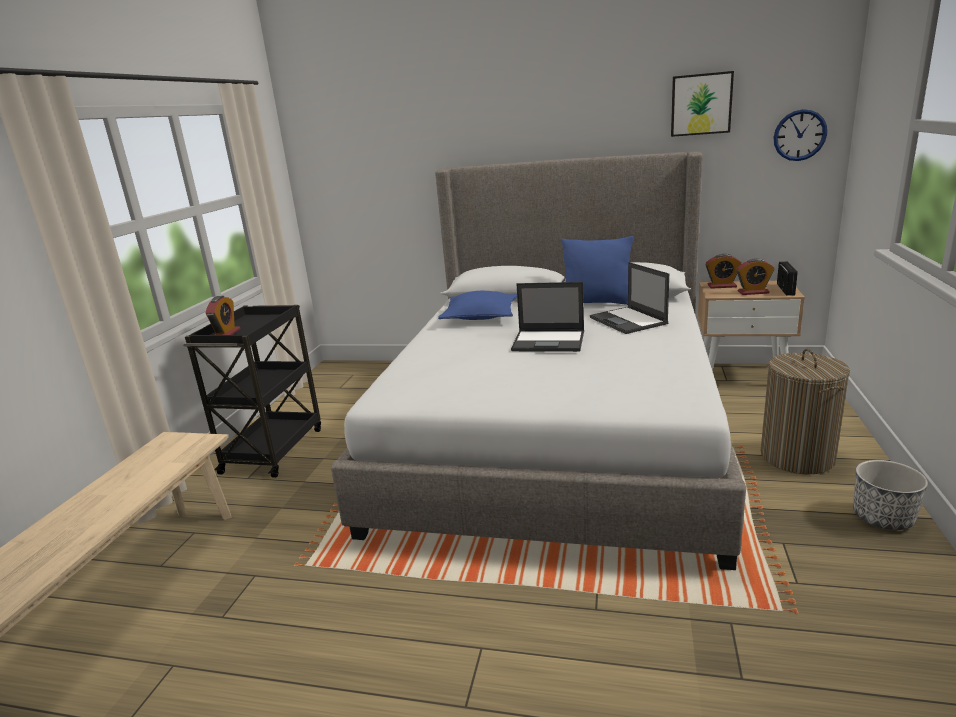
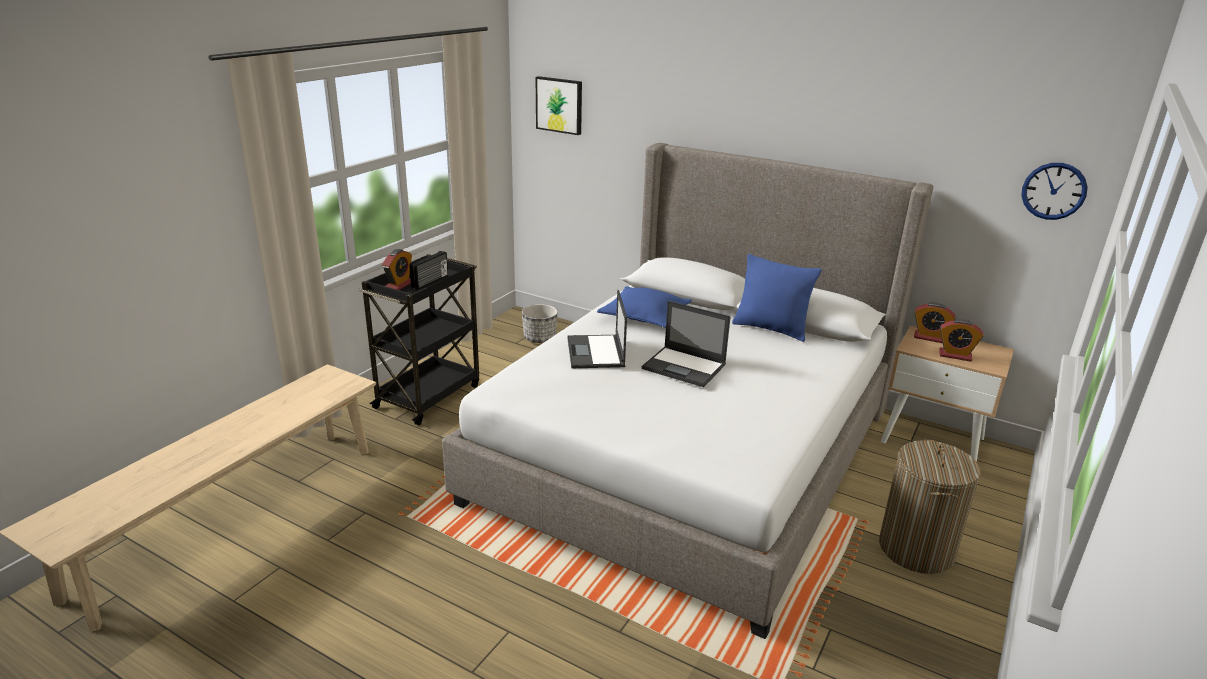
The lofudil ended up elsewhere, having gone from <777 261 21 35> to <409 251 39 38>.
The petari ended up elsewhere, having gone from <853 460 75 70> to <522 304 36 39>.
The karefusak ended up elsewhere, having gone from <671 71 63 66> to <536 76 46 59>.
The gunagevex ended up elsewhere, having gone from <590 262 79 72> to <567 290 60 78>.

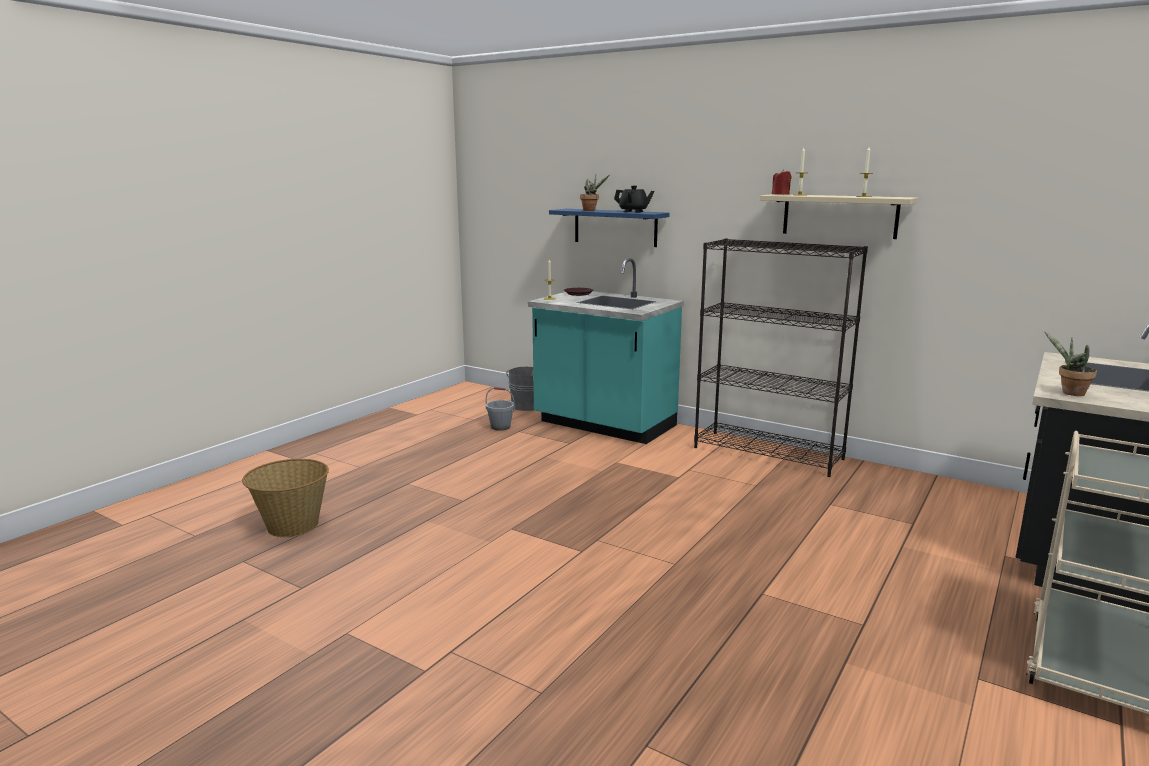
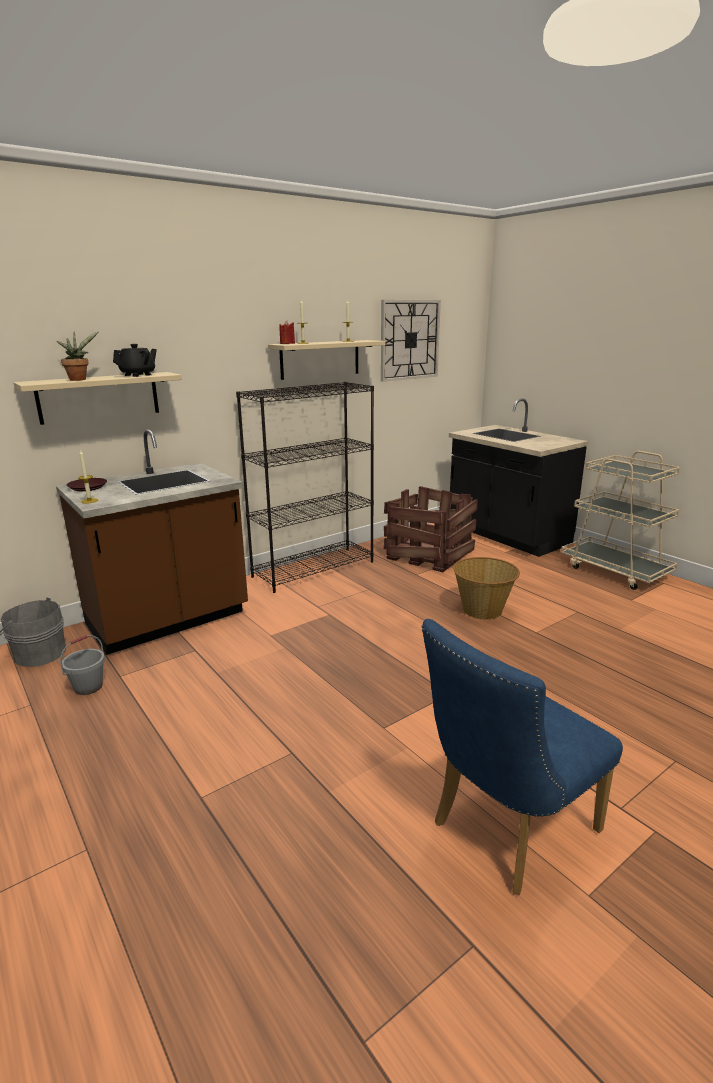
What was the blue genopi at <549 209 121 38> turned into the beige genopi at <13 372 169 53>.
What was the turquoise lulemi at <528 258 156 186> turned into the brown lulemi at <56 429 192 226>.
The second view gained the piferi at <381 300 60 82>.
The second view gained the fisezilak at <384 486 94 86>.
The second view gained the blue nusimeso at <422 619 201 276>.
The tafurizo ended up elsewhere, having gone from <242 459 87 78> to <453 557 67 63>.
The second view lost the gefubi at <1045 332 52 64>.

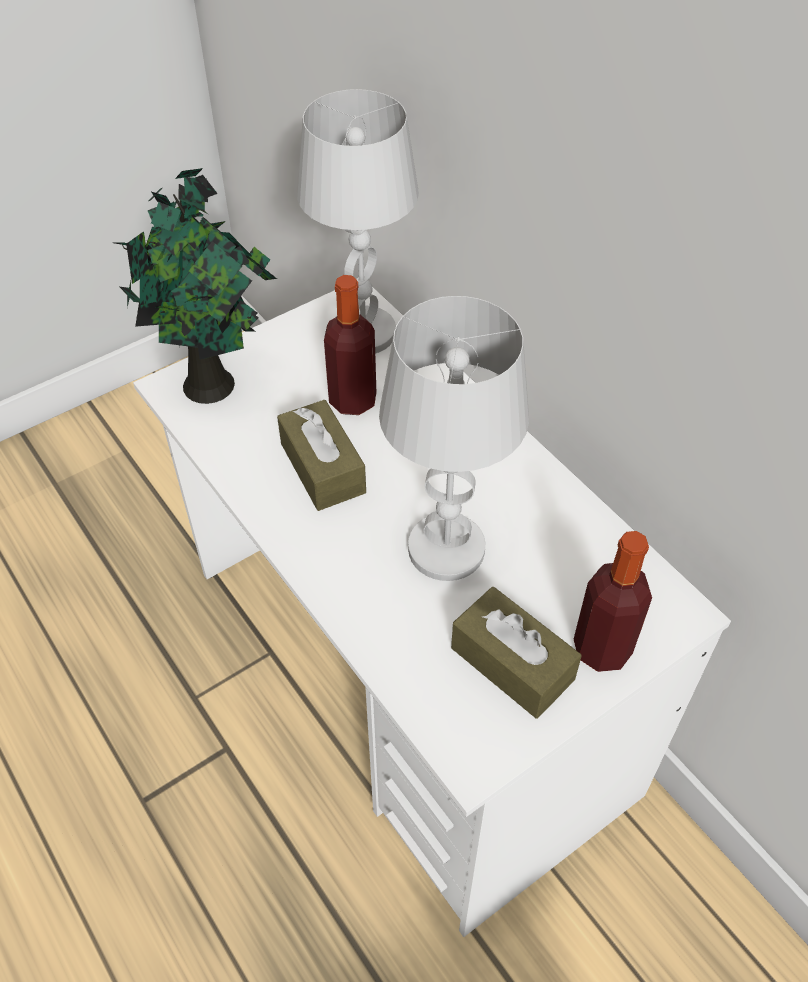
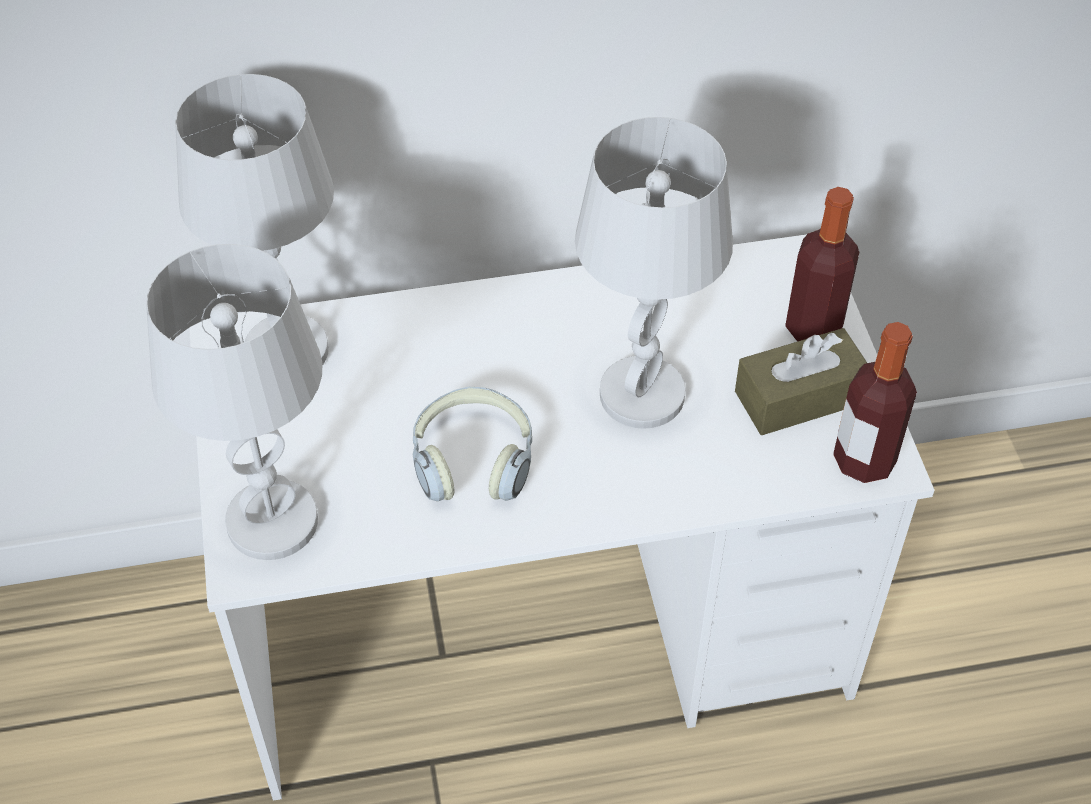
Where the gefubi stood at <115 168 162 236>, the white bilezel came to stand at <146 244 177 316>.
Where the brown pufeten stood at <277 400 89 111>, the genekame came to stand at <413 387 119 115>.
The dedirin ended up elsewhere, having gone from <324 275 52 140> to <833 322 84 161>.

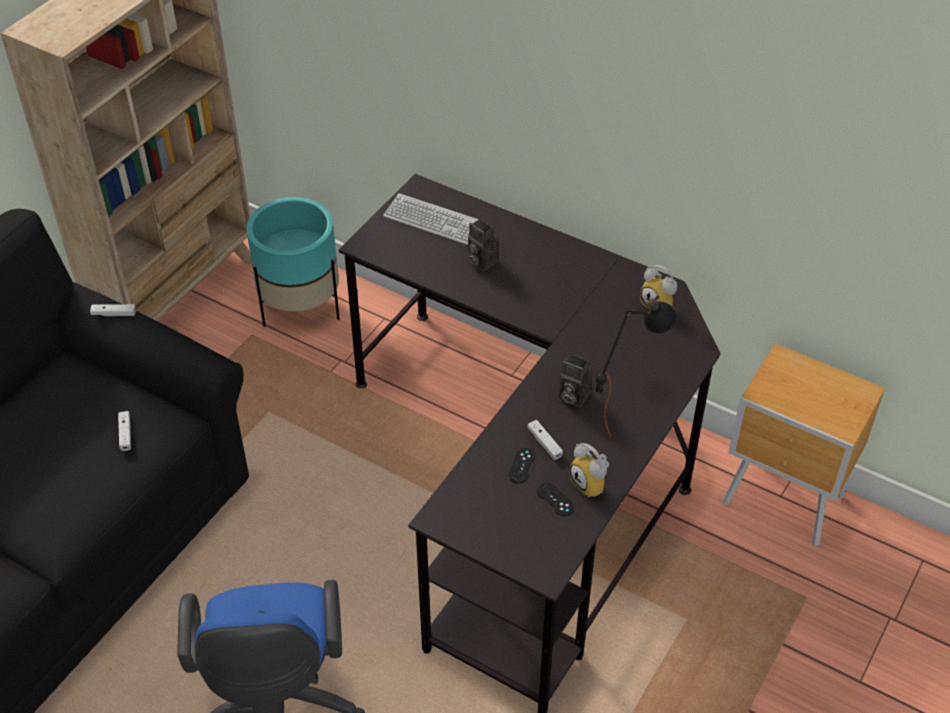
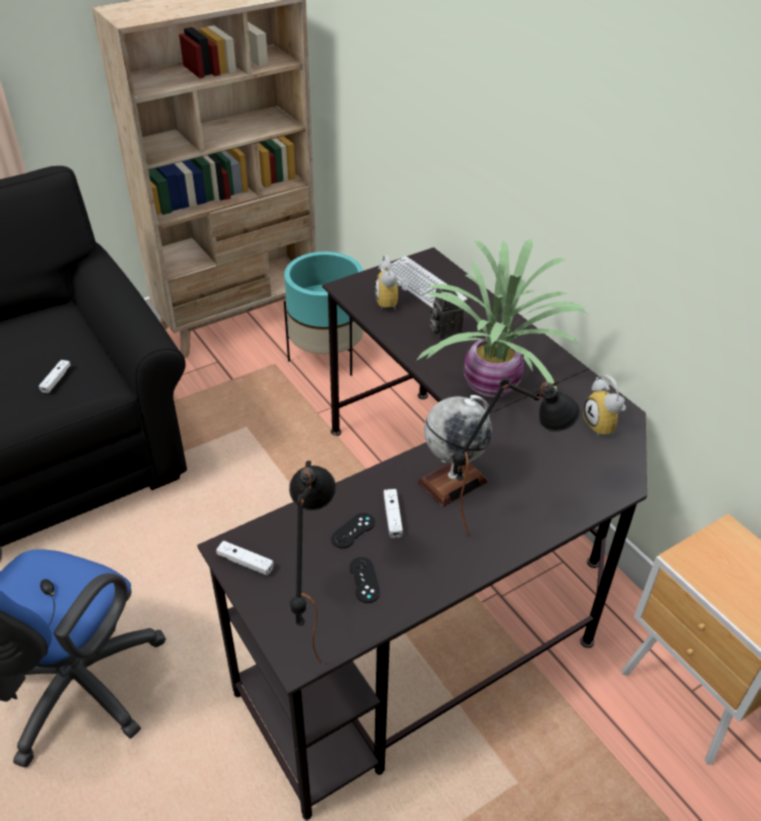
The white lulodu ended up elsewhere, having gone from <90 304 46 12> to <216 541 58 34>.
The second view gained the black bilezel at <289 461 47 202>.
The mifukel ended up elsewhere, having gone from <570 443 39 55> to <375 255 34 55>.
The second view gained the gefubi at <416 239 171 159>.
Where the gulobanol stood at <559 354 33 54>, the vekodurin came to stand at <417 395 75 112>.

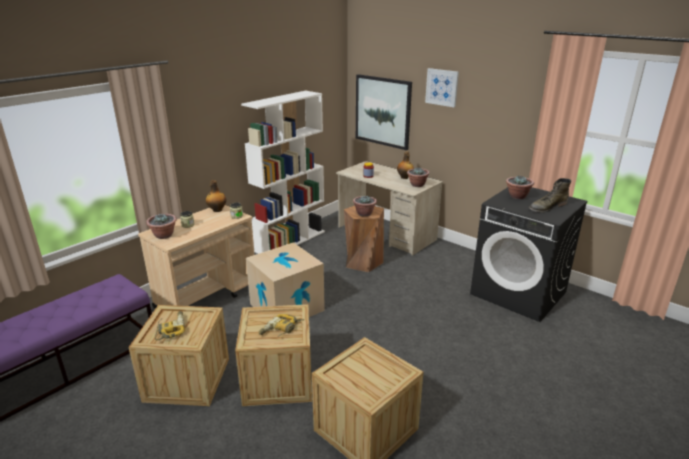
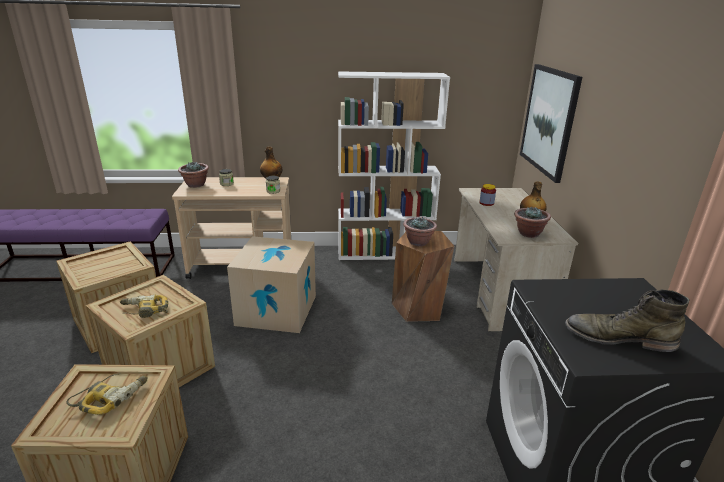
The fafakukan ended up elsewhere, having gone from <155 311 30 29> to <66 373 82 42>.
The second view lost the karefusak at <425 68 34 39>.
The second view lost the gefubi at <506 176 28 23>.

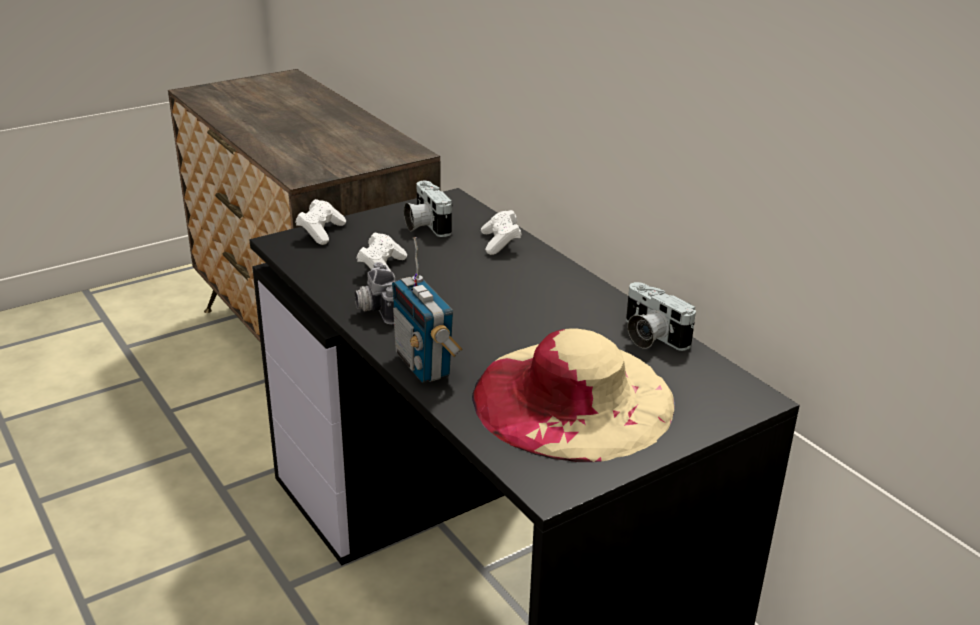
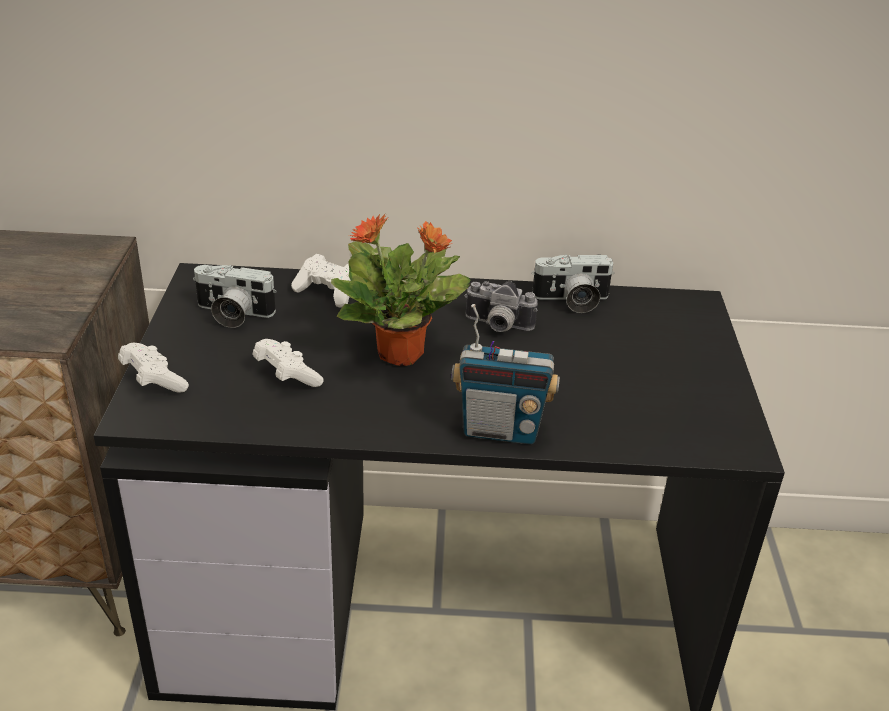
The second view gained the gefubi at <331 214 140 152>.
The gulobanol ended up elsewhere, having gone from <355 262 40 62> to <464 281 74 51>.
The second view lost the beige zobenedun at <472 328 203 134>.

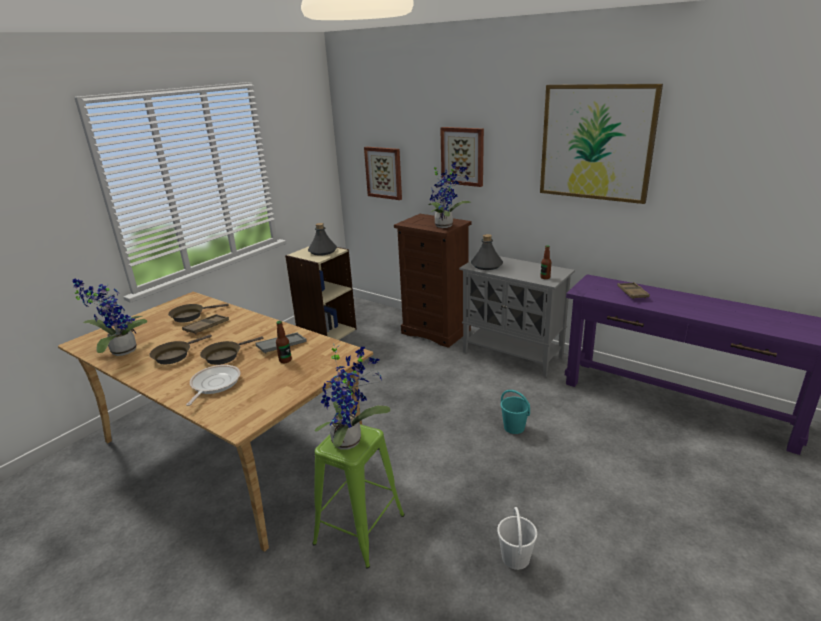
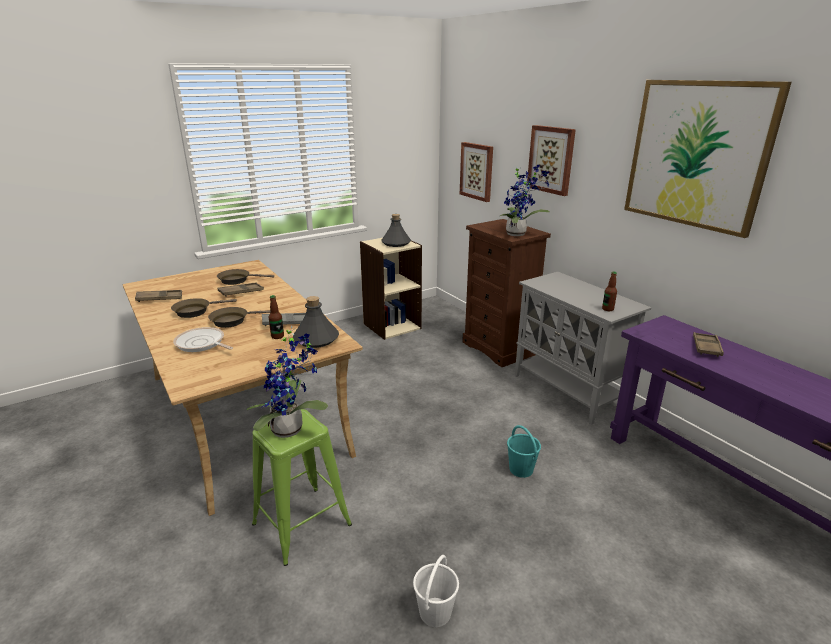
Where the gefubi stood at <72 278 75 78>, the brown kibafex came to stand at <135 290 47 12>.
The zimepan at <186 365 55 41> ended up facing another way, 90 degrees counterclockwise from before.
The grey dedirin ended up elsewhere, having gone from <471 234 32 36> to <293 296 46 52>.

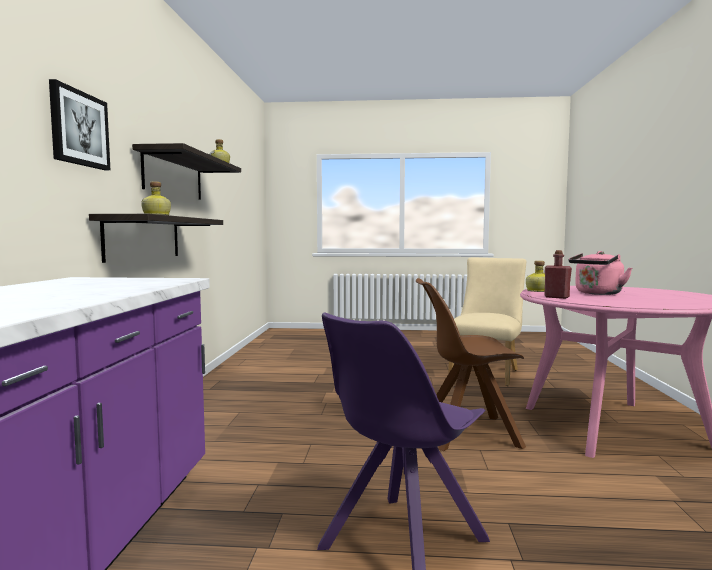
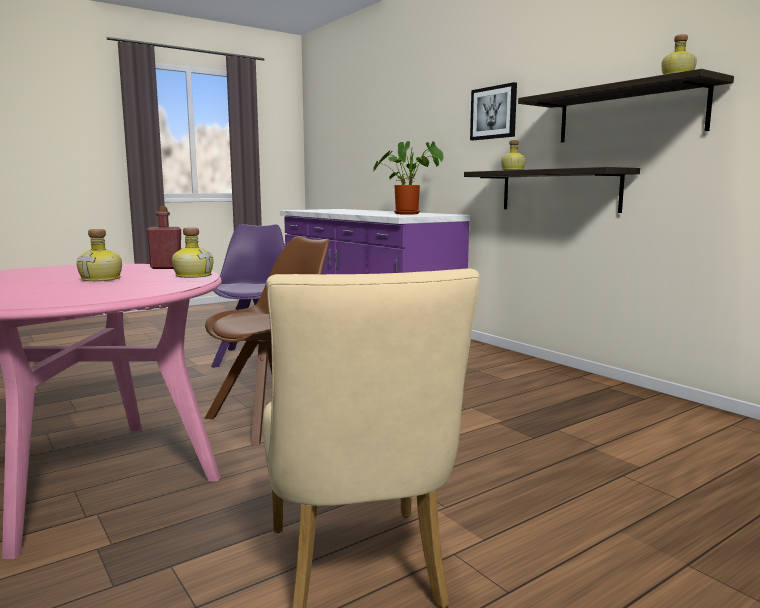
Where the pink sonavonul stood at <569 251 63 44>, the dedirin came to stand at <77 229 45 52>.
The second view gained the gefubi at <373 141 71 73>.

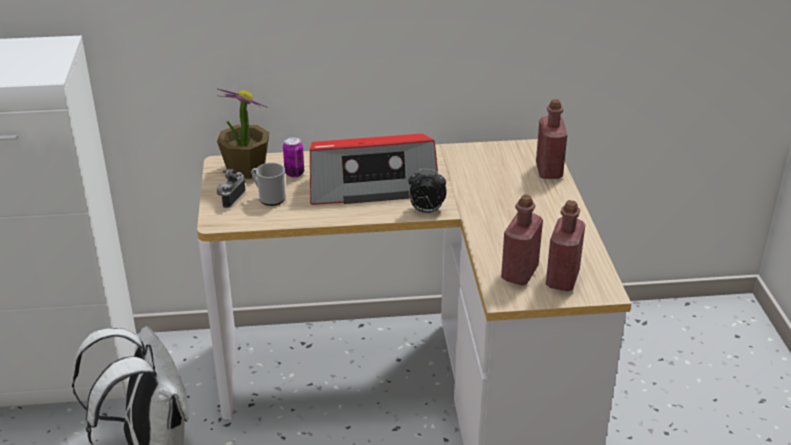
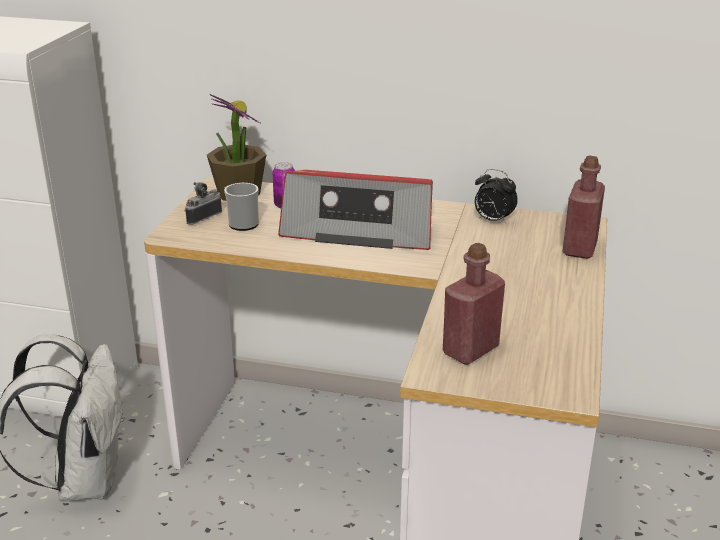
The mifukel ended up elsewhere, having gone from <408 169 39 44> to <475 169 43 55>.
The second view lost the red dedirin at <546 200 39 91>.

